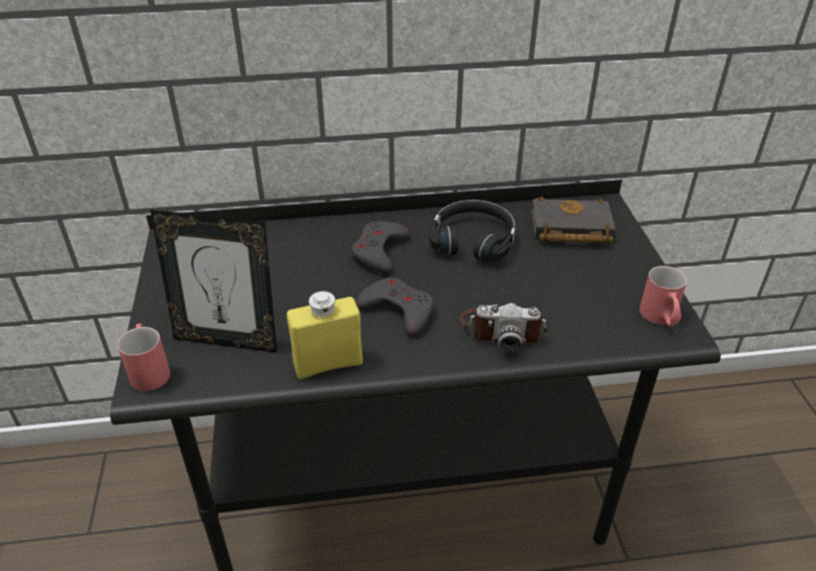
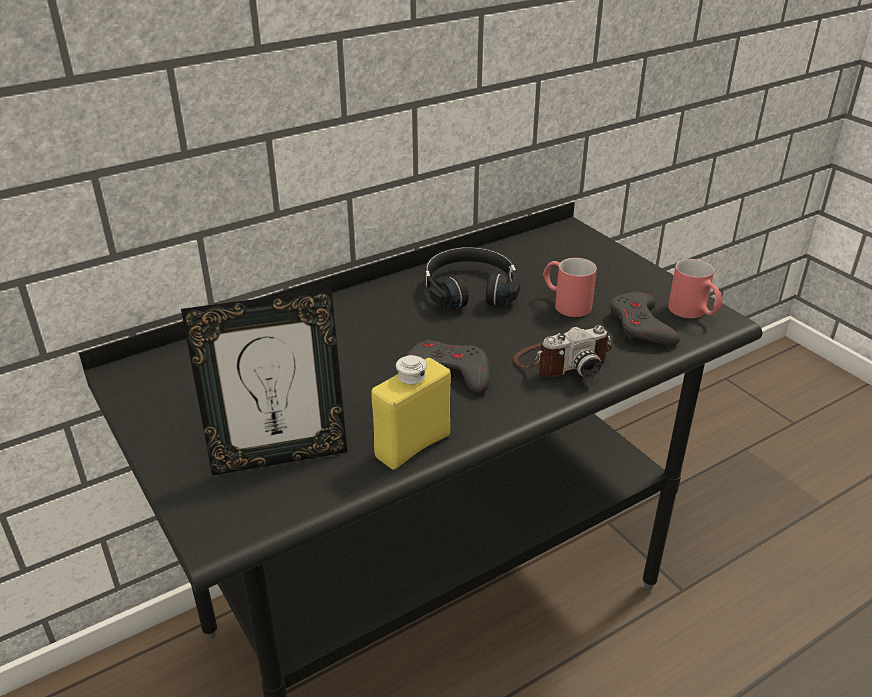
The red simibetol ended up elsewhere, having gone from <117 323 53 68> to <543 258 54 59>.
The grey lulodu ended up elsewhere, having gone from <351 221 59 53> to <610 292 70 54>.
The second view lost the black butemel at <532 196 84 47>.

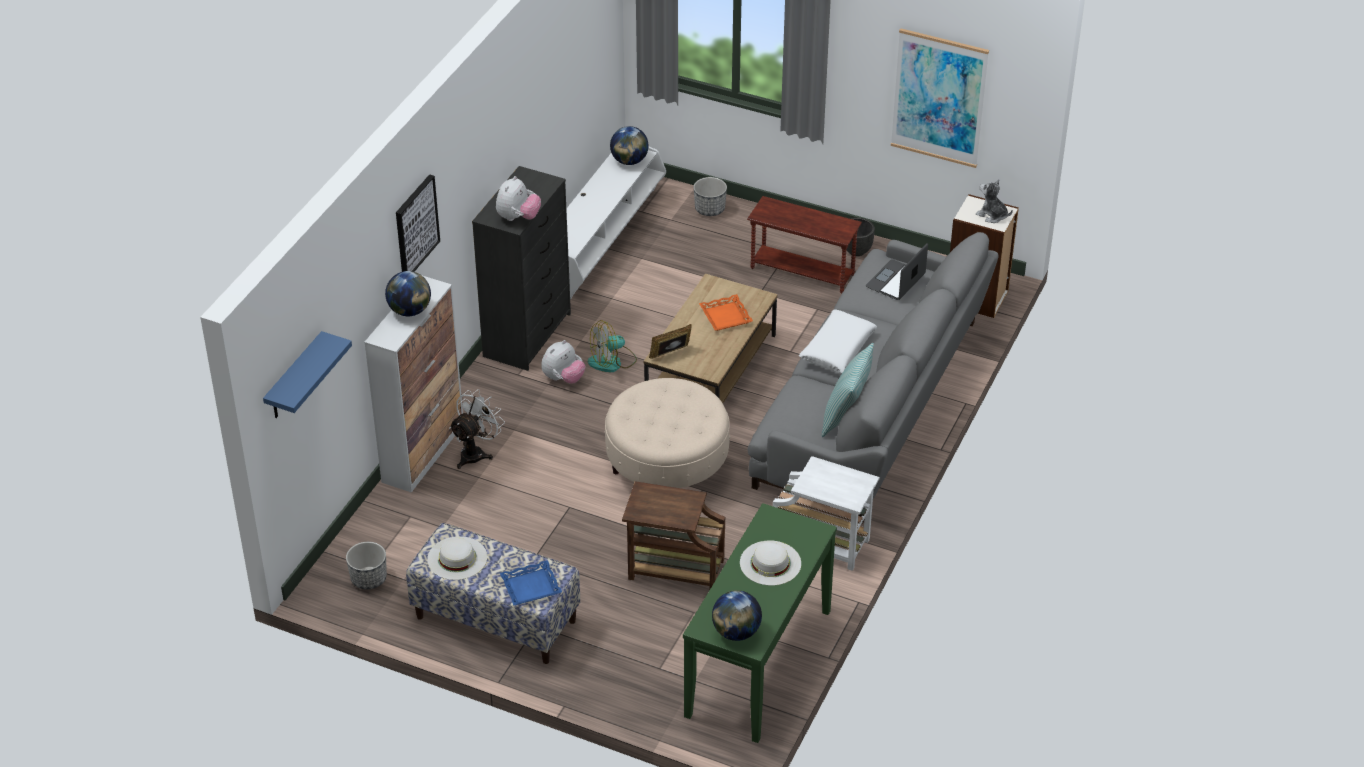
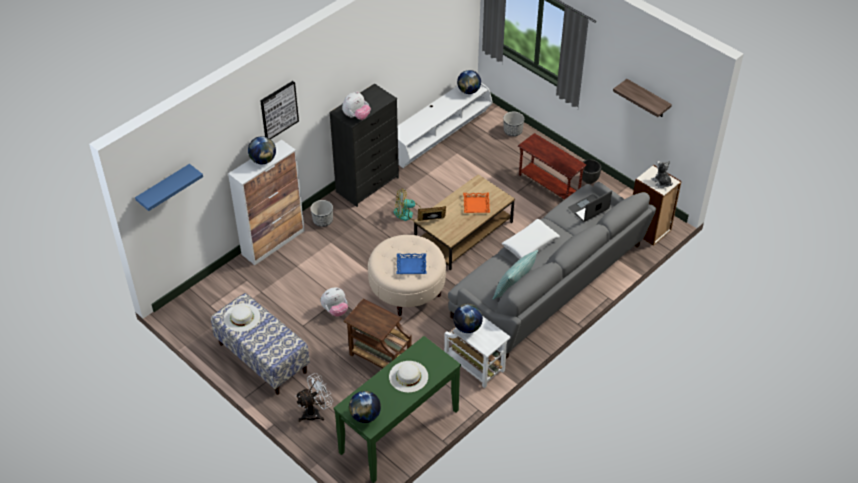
The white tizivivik ended up elsewhere, having gone from <449 389 56 80> to <295 373 38 49>.
The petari ended up elsewhere, having gone from <346 542 41 47> to <310 200 23 27>.
The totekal ended up elsewhere, having gone from <541 340 45 44> to <321 287 27 30>.
The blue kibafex ended up elsewhere, having gone from <500 560 62 45> to <397 253 29 21>.
The second view gained the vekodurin at <453 304 30 29>.
Where the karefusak hung at <891 28 98 140>, the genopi came to hang at <613 79 59 38>.

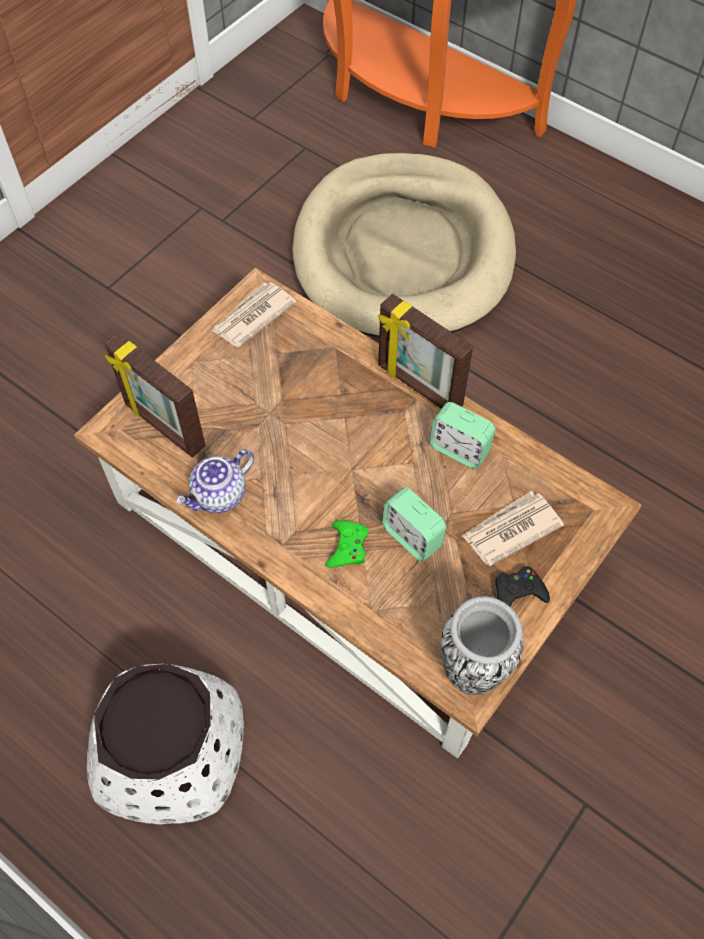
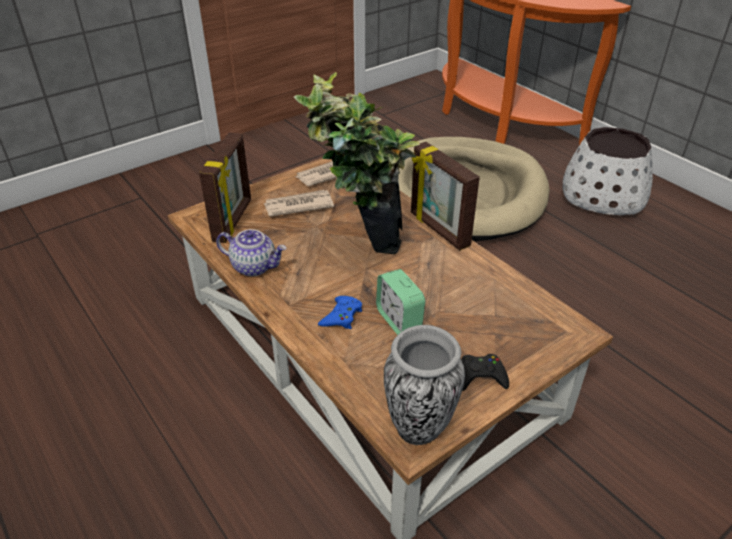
The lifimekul at <105 334 101 123> ended up facing another way, 135 degrees counterclockwise from before.
The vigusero at <176 449 78 64> ended up facing another way, 135 degrees counterclockwise from before.
The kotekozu ended up elsewhere, having gone from <462 491 102 75> to <264 190 70 27>.
The second view gained the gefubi at <294 72 126 182>.
What was the green lulodu at <325 520 44 48> turned into the blue lulodu at <318 296 44 33>.
The white petari ended up elsewhere, having gone from <87 664 157 160> to <563 127 90 88>.
The second view lost the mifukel at <430 402 66 67>.

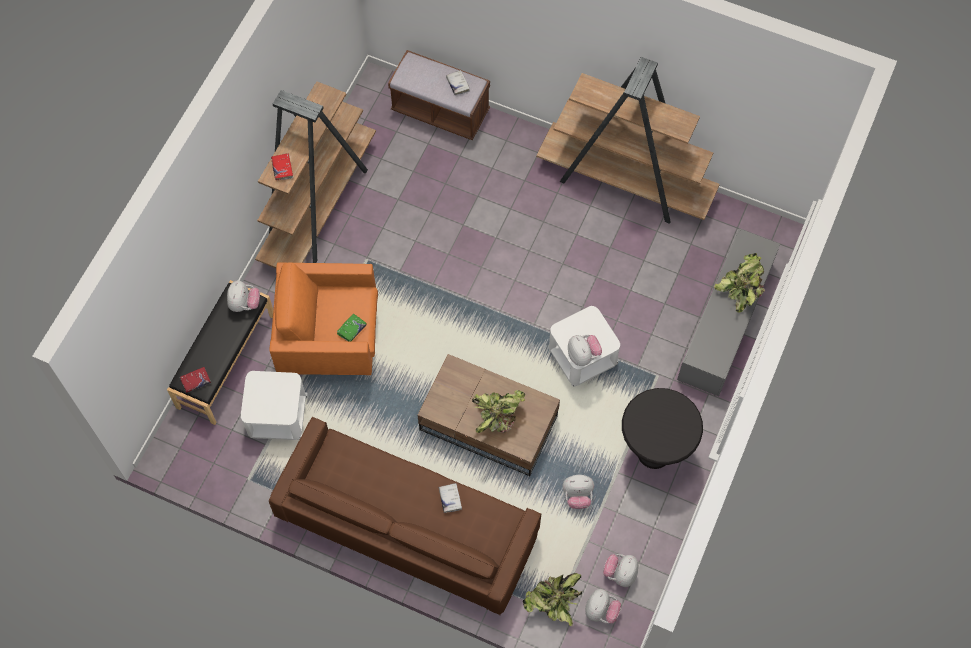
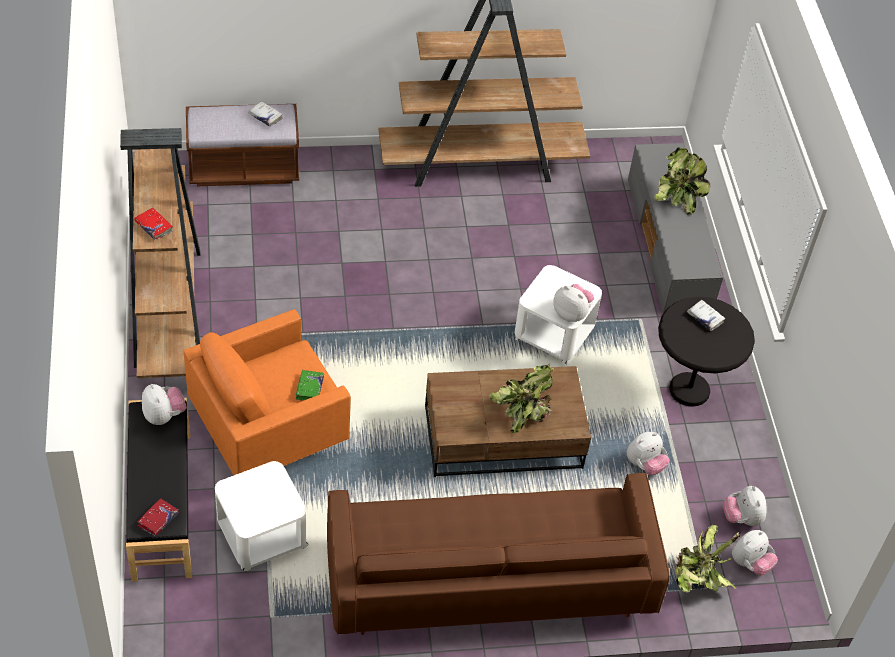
The white butemel ended up elsewhere, having gone from <439 483 23 30> to <687 300 38 31>.
The totekal at <585 589 36 35> ended up facing another way, 60 degrees clockwise from before.

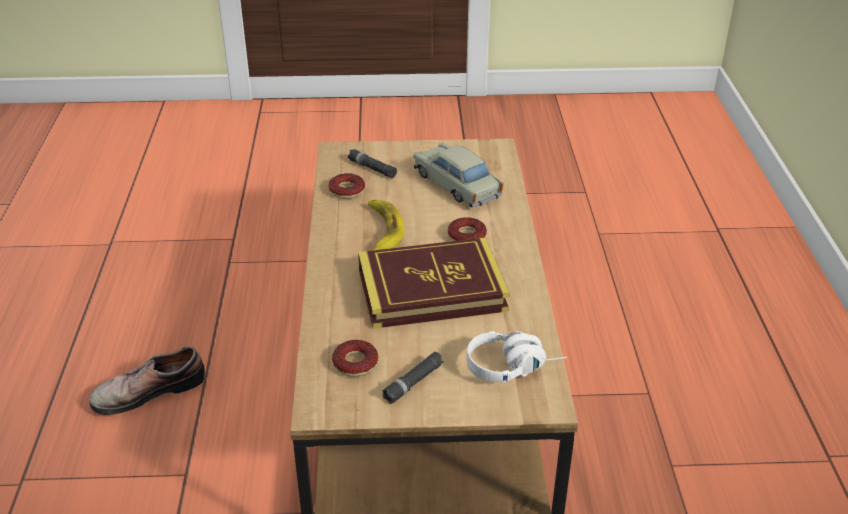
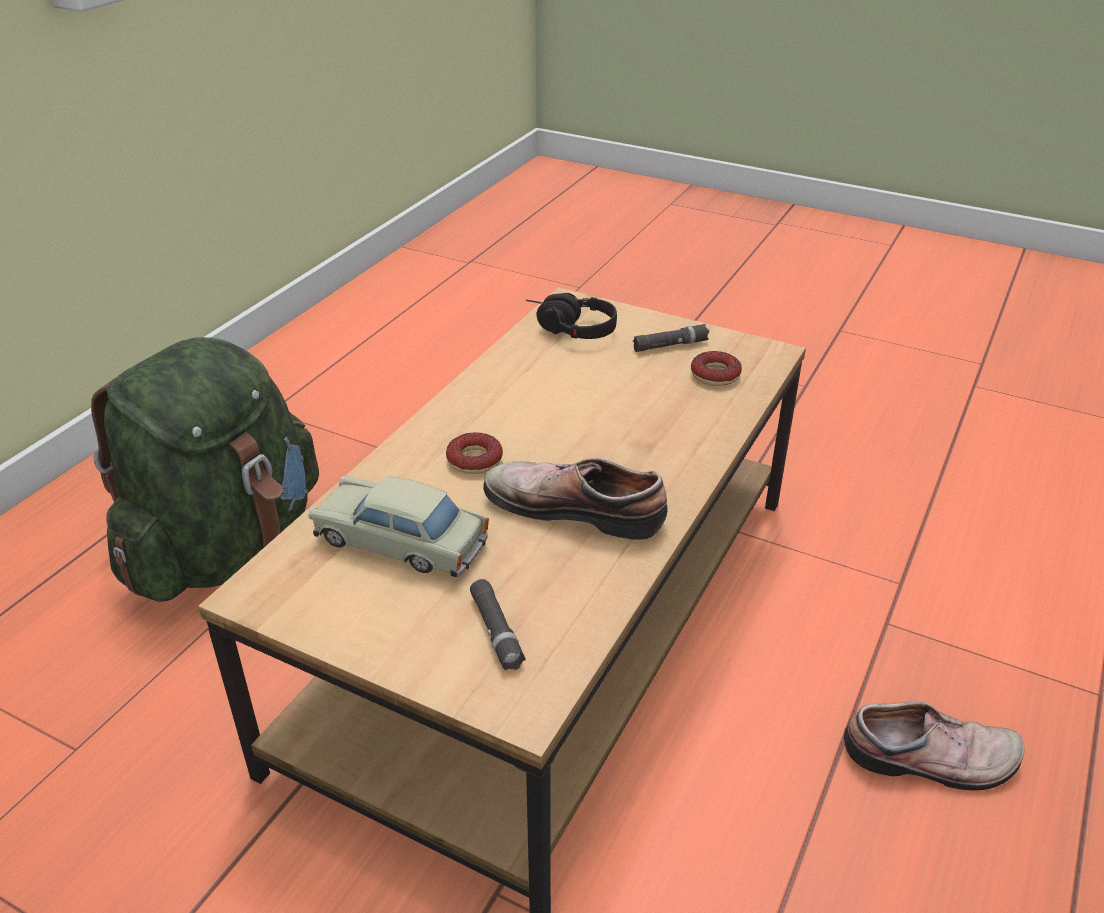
The second view gained the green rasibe at <91 337 228 264>.
The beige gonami at <413 142 90 66> ended up facing another way, 120 degrees clockwise from before.
Where the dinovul stood at <368 200 37 51>, the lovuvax came to stand at <483 458 185 82>.
What was the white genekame at <466 331 101 52> turned into the black genekame at <526 293 91 46>.
The second view lost the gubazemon at <328 173 37 26>.
The second view lost the butemel at <358 237 151 92>.

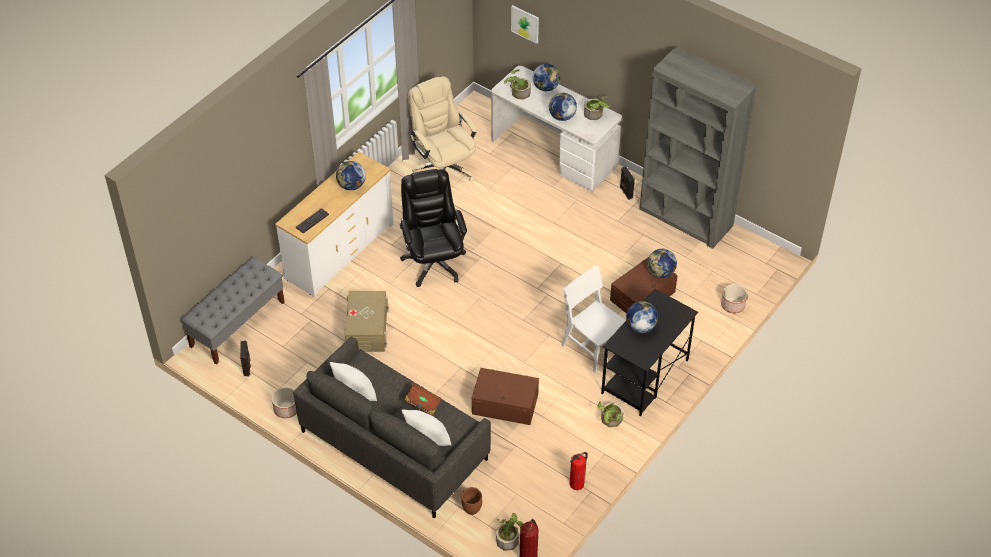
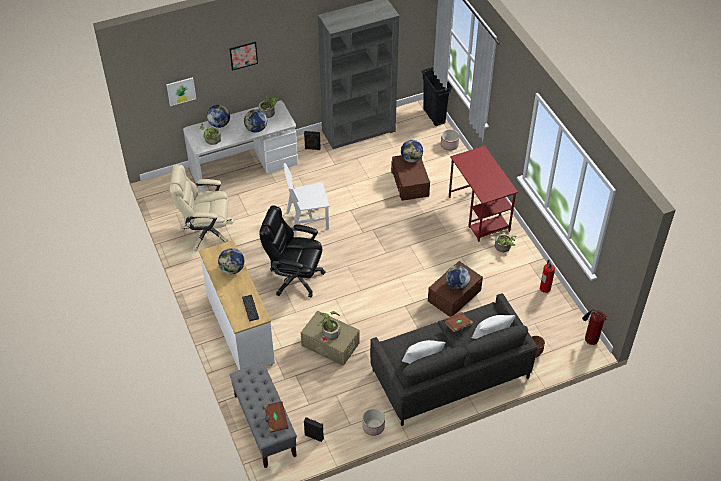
The second view gained the karefusak at <229 42 29 29>.
The second view gained the brown butemel at <264 401 24 32>.
The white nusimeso ended up elsewhere, having gone from <562 265 64 108> to <283 163 47 72>.
The gefubi ended up elsewhere, having gone from <496 513 27 38> to <318 311 22 29>.
The second view gained the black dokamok at <422 67 30 59>.
The vekodurin ended up elsewhere, having gone from <626 301 32 32> to <445 265 25 25>.
What was the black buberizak at <601 289 97 127> turned into the red buberizak at <449 146 69 96>.

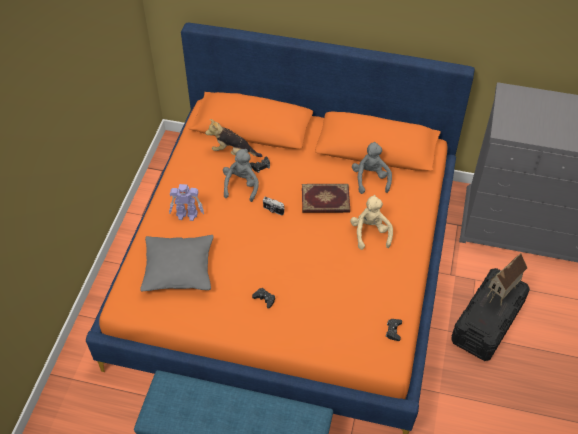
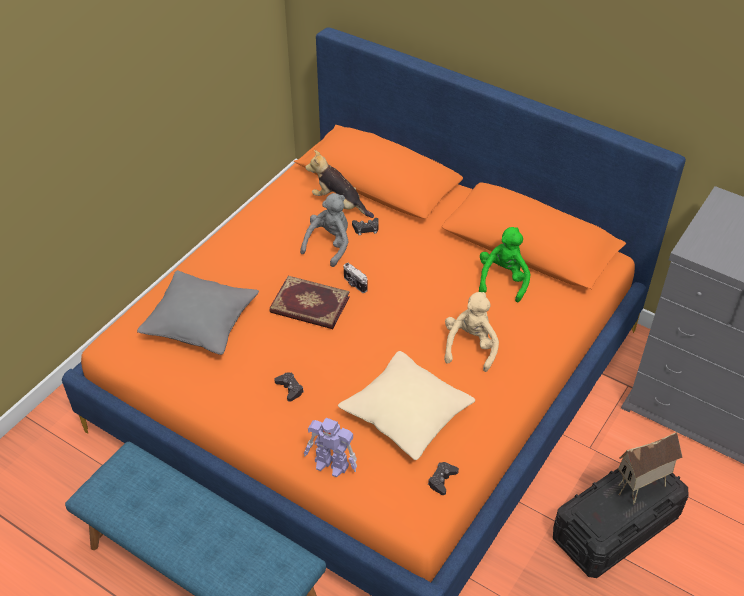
The butemel ended up elsewhere, having gone from <302 184 48 29> to <270 276 80 53>.
The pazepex ended up elsewhere, having gone from <169 184 35 37> to <304 418 53 59>.
The second view gained the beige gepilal at <338 351 137 109>.
What was the grey totekal at <352 142 40 52> turned into the green totekal at <479 227 51 75>.

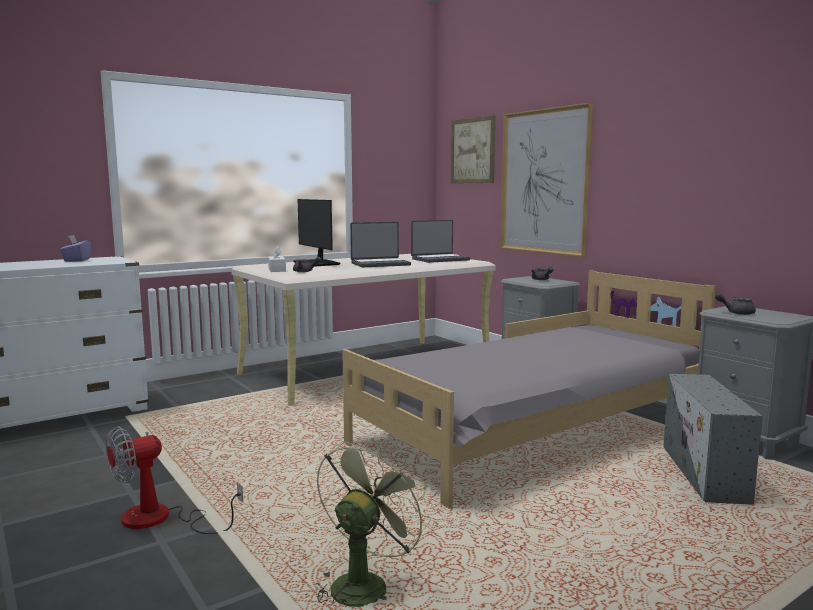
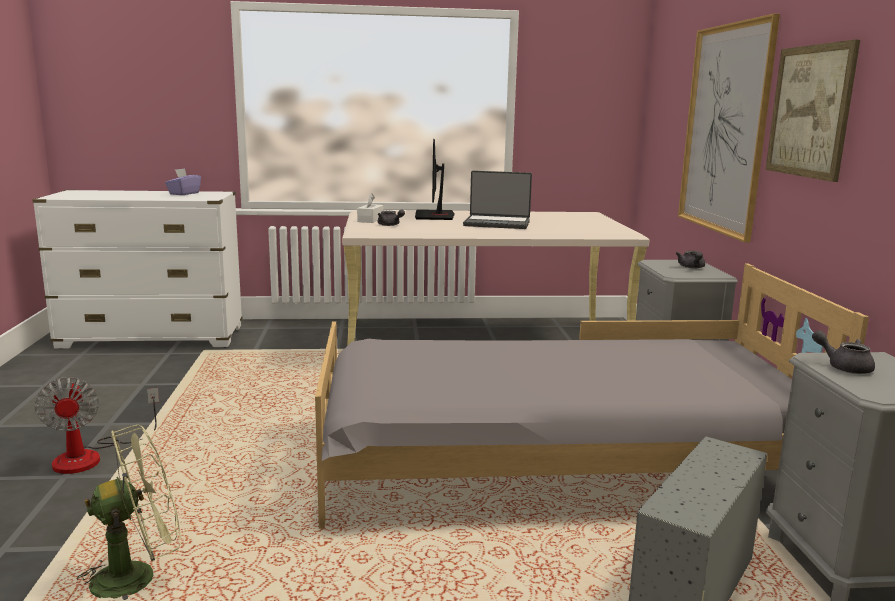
The tizivivik at <106 426 137 108> ended up facing another way, 105 degrees counterclockwise from before.
The karefusak ended up elsewhere, having gone from <451 115 44 69> to <765 39 95 143>.
The second view lost the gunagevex at <411 220 59 43>.

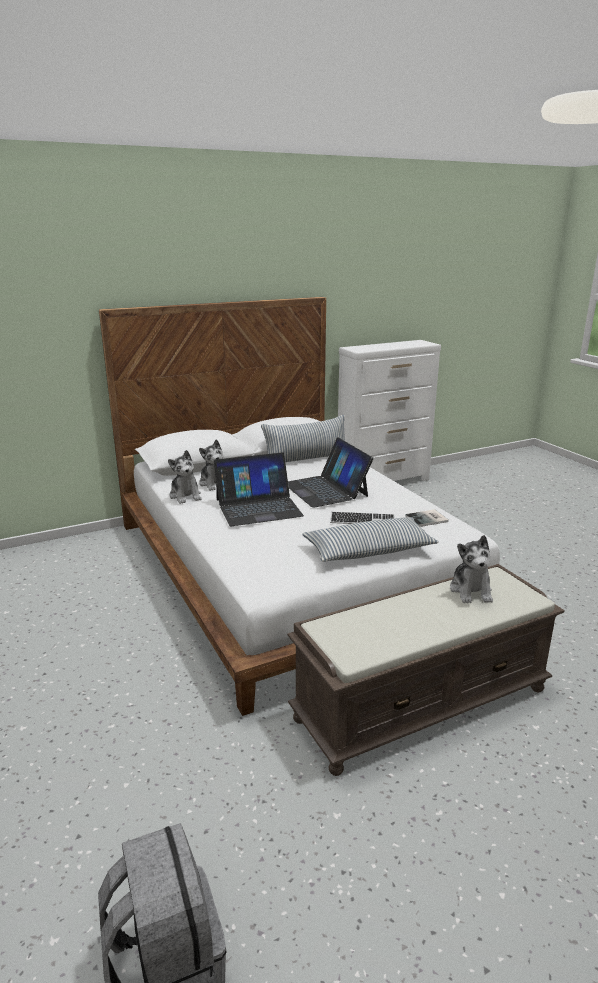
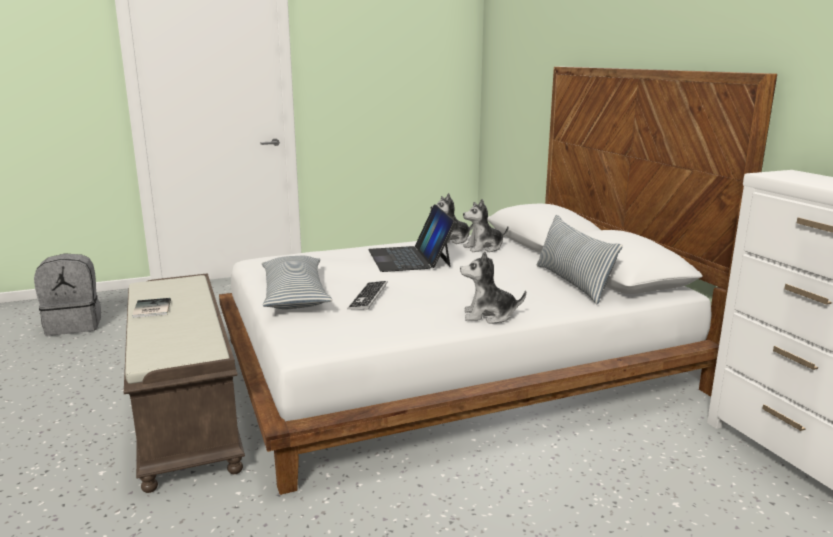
The butemel ended up elsewhere, having gone from <405 510 44 17> to <132 298 39 20>.
The totekal ended up elsewhere, having gone from <450 535 43 68> to <460 251 66 73>.
The second view lost the gunagevex at <288 437 85 71>.

